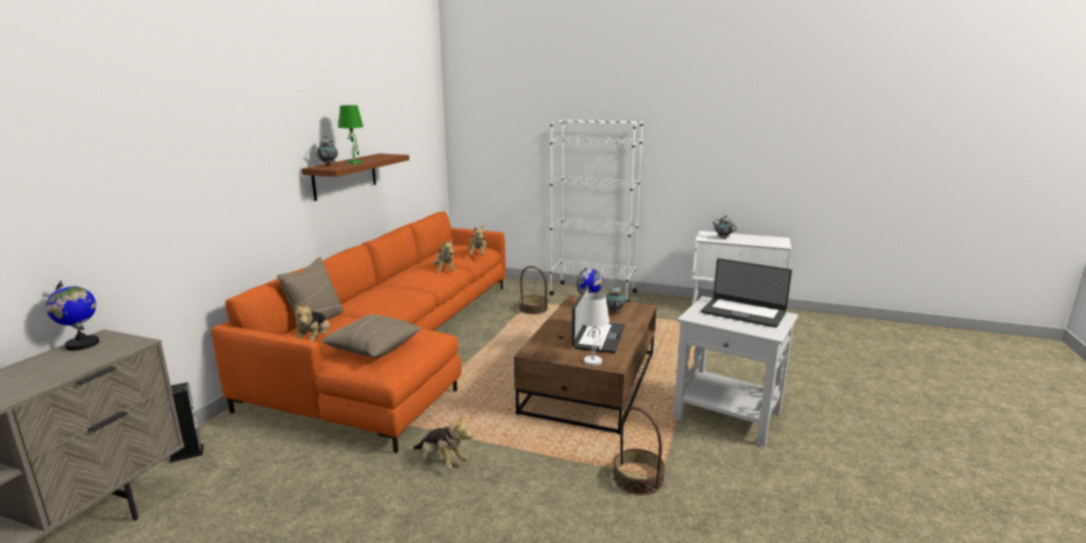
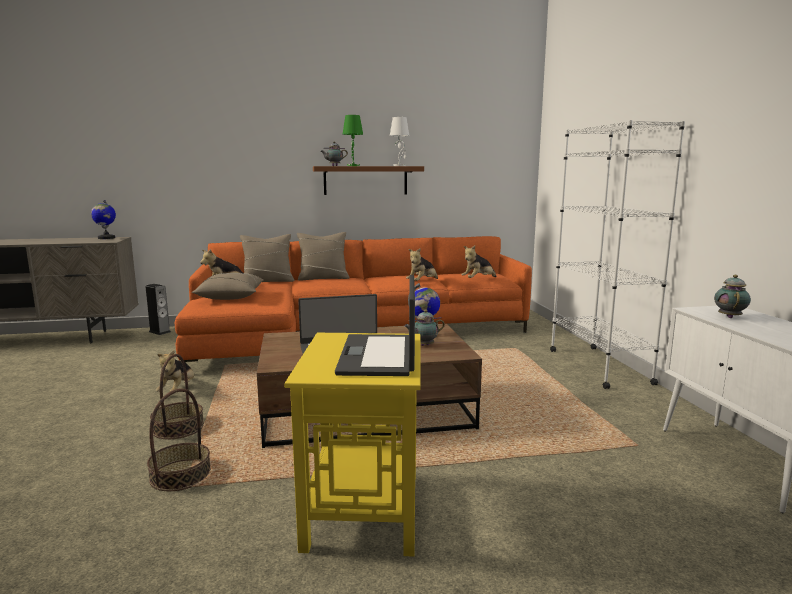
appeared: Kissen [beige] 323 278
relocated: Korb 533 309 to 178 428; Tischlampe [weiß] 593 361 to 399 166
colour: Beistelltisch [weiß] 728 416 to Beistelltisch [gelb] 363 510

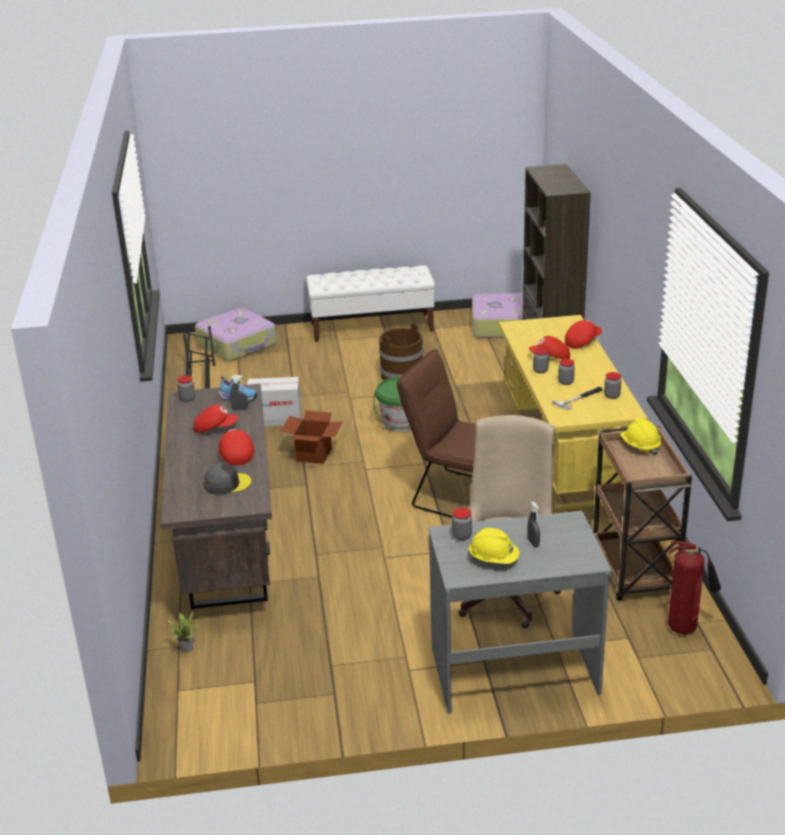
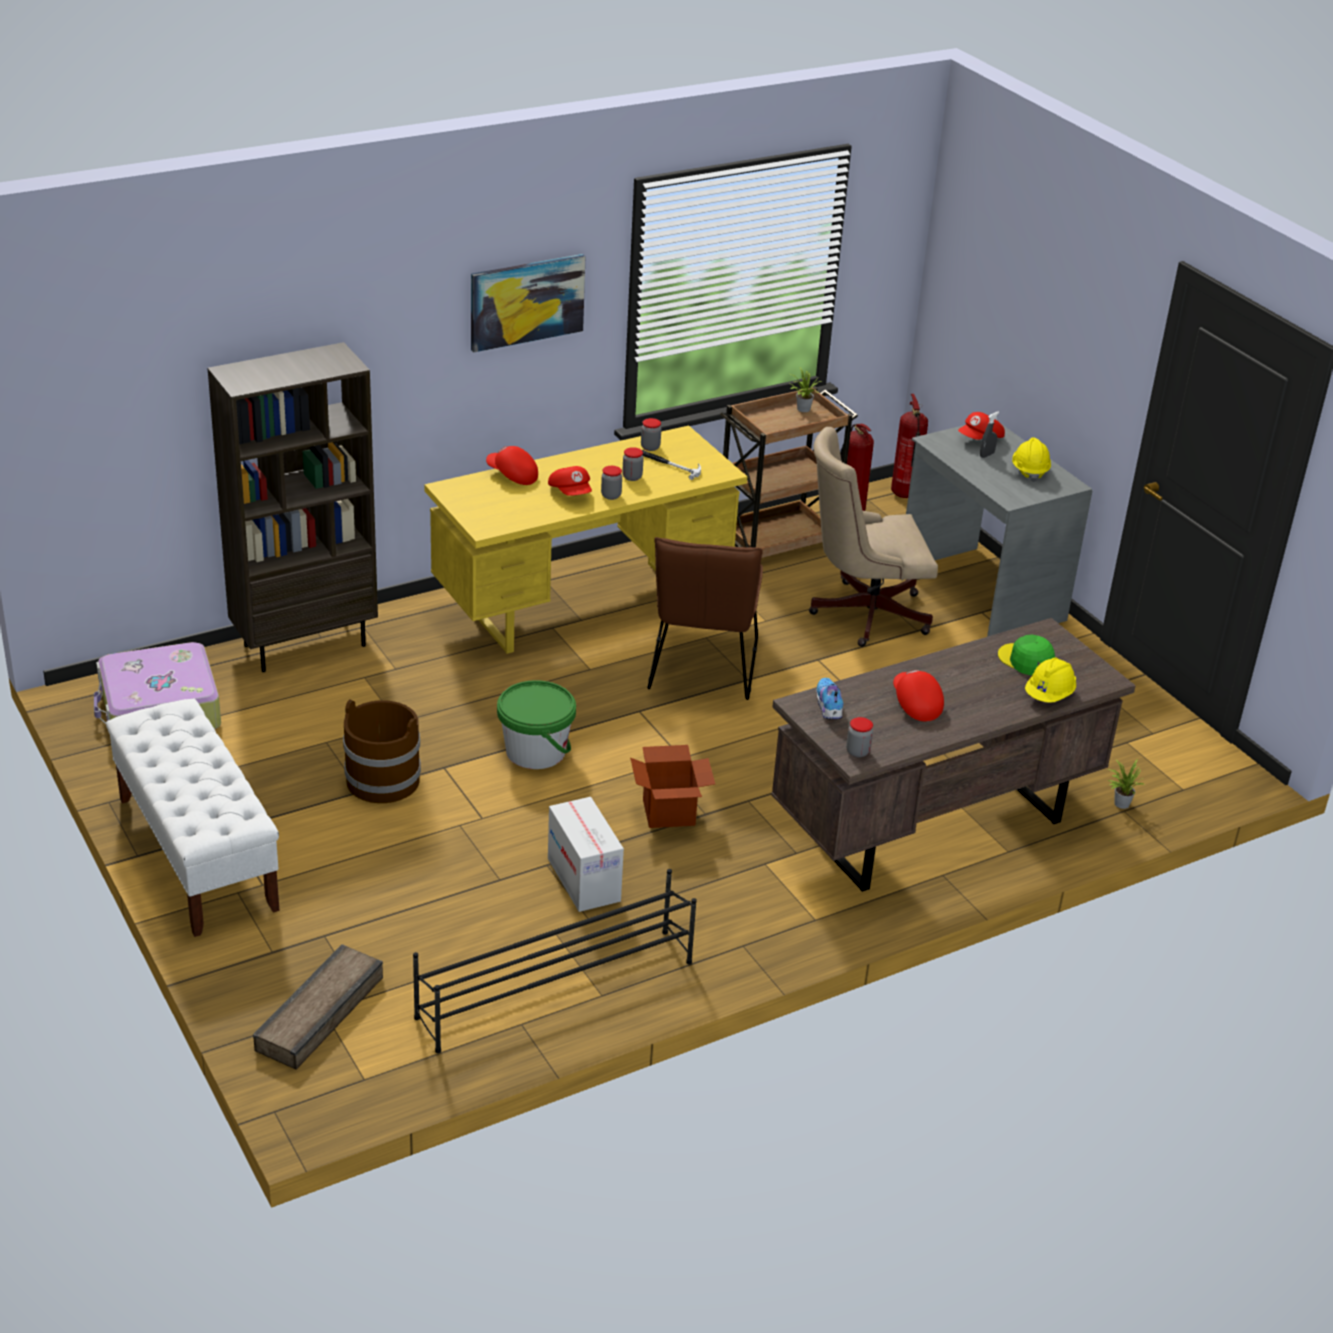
missing: Sprühflasche [grau] 240 409; Vorratsglas 462 536
appeared: Bild 526 301; Topfpflanze 802 409; Feuerlöscher 905 496
relocated: Kappe [rot] 235 454 to 980 439; Schutzhelm [gelb] 640 446 to 1049 695
exchanged: Koffer 237 344 to Kiste 318 1012
colour: Kappe [grau] 227 484 to Kappe [grün] 1026 660

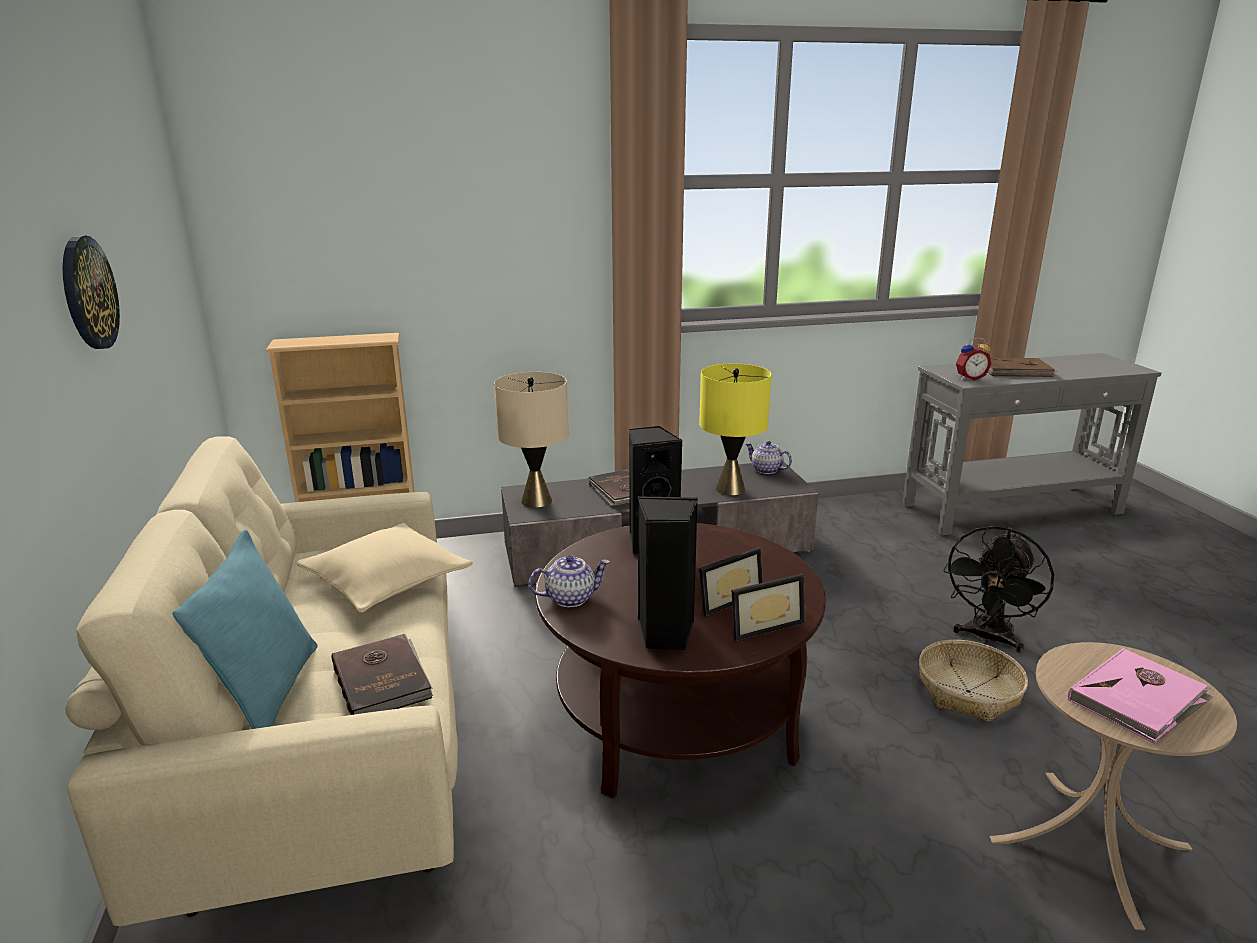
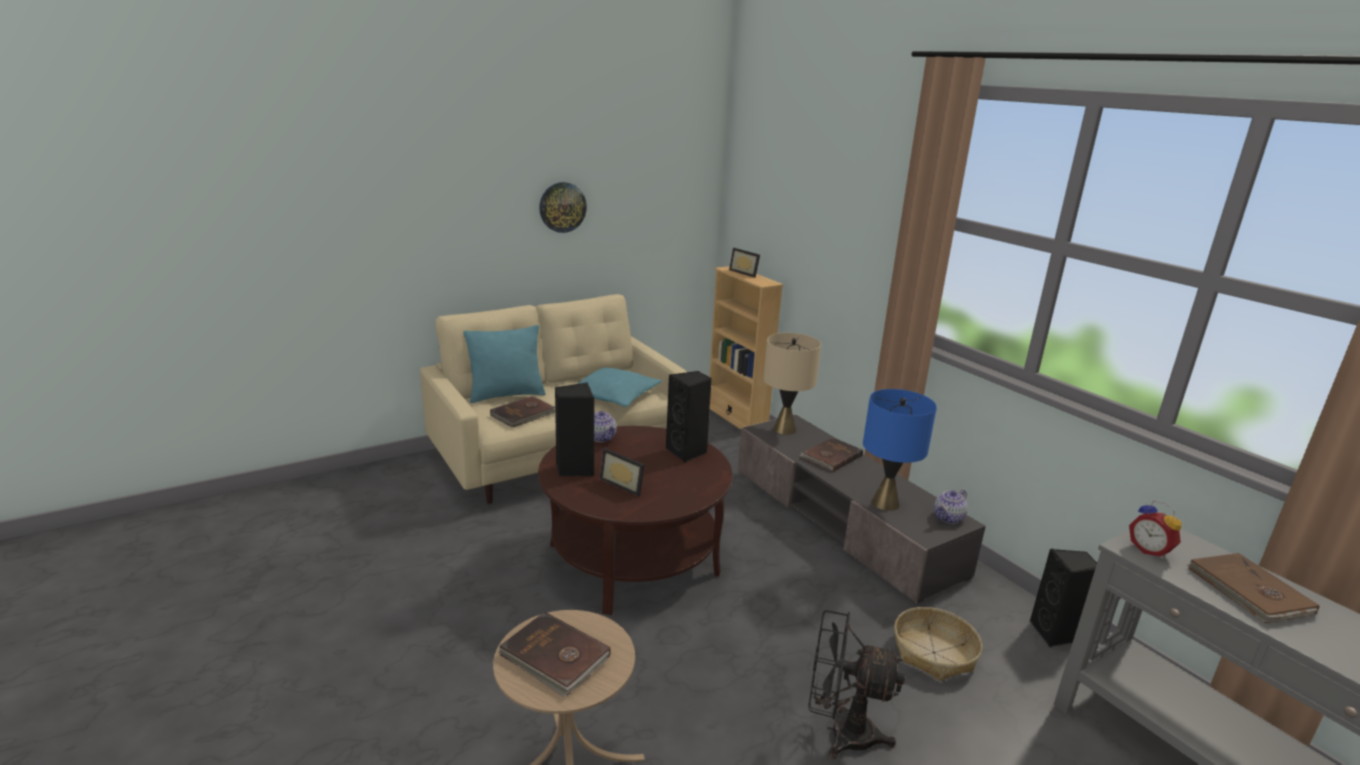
appeared: Lautsprecher [schwarz] 1055 634
relocated: Bilderrahmen 762 625 to 745 273; Korb 968 691 to 934 653
colour: Kissen [beige] 386 581 to Kissen [türkis] 614 396; Tischlampe [gelb] 730 489 to Tischlampe [blau] 885 503; Buch [rosa] 1138 699 to Buch [braun] 554 657
spun: Teekanne 766 470 = 948 518 150 degrees counterclockwise

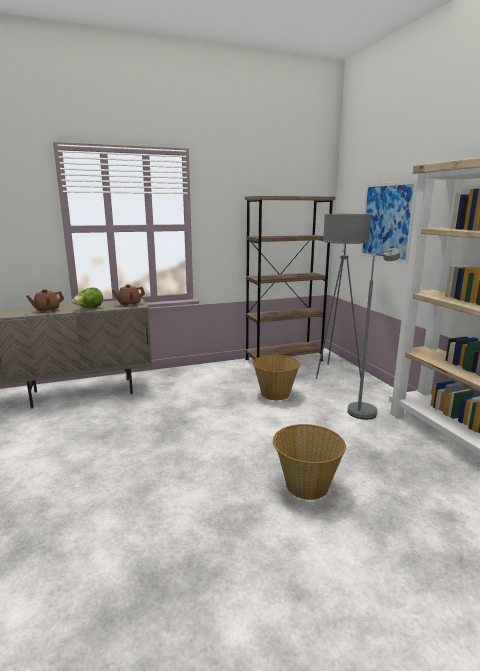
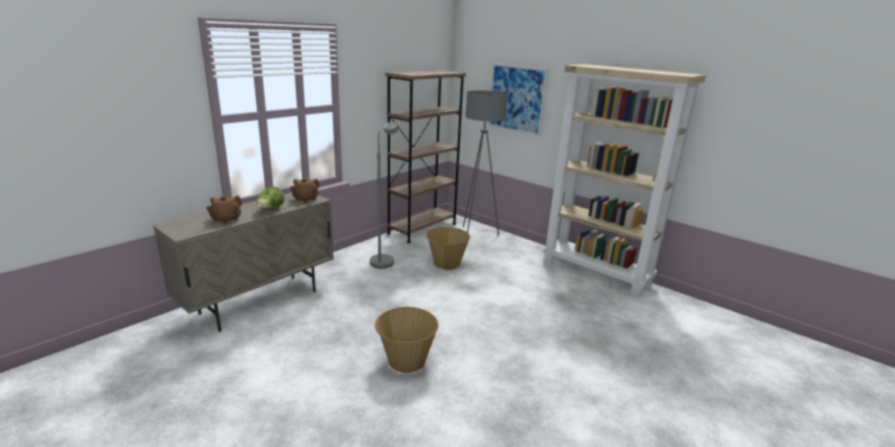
relocated: Korb 306 485 to 406 360; Stehlampe [grau] 365 409 to 384 259

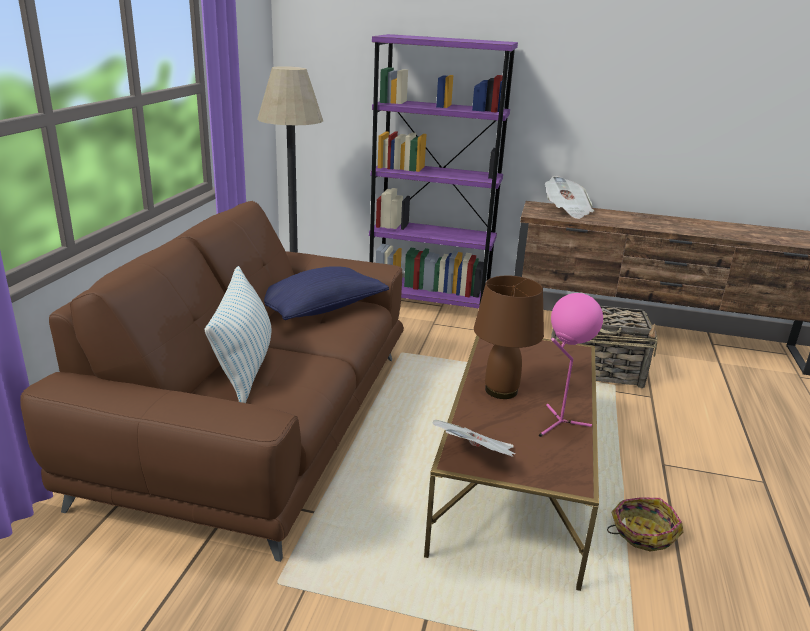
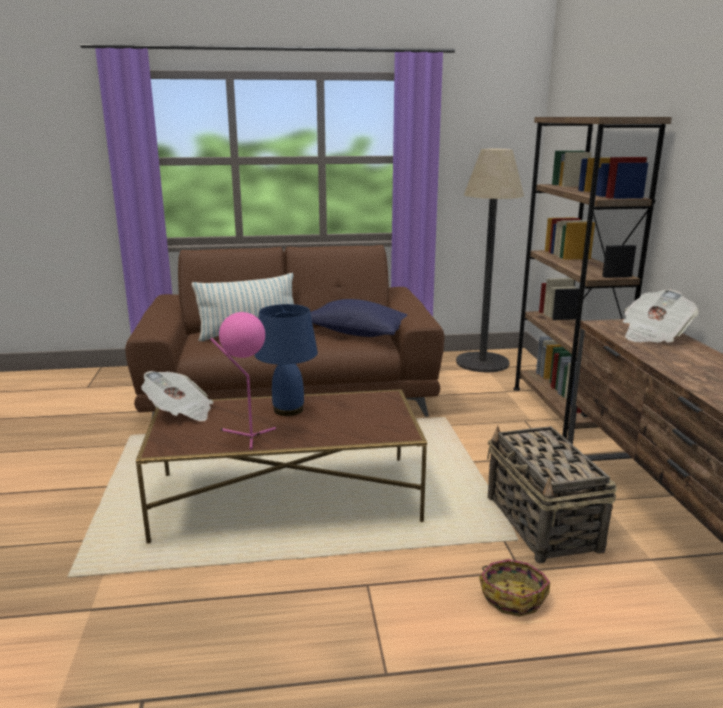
relocated: Korb 642 532 to 512 596
colour: Bücherregal [lila] 428 305 to Bücherregal [braun] 562 411; Tischlampe [braun] 501 390 to Tischlampe [blau] 289 410

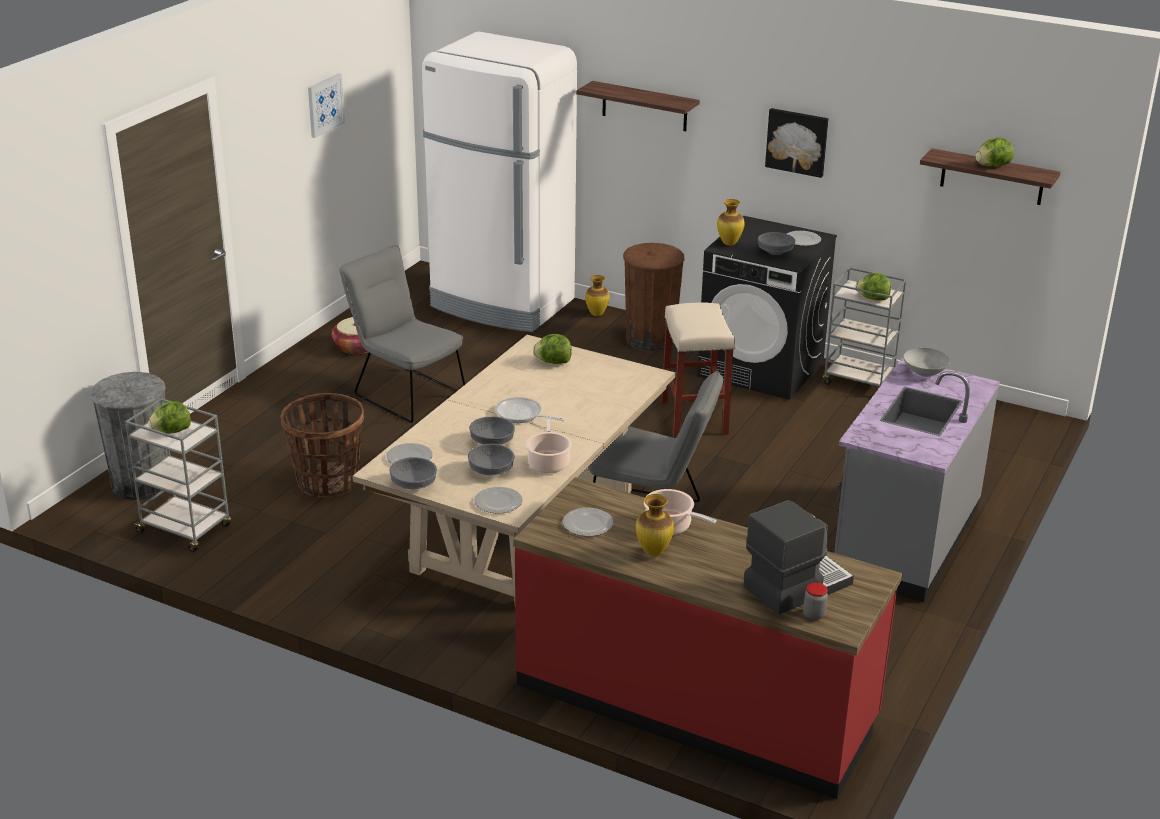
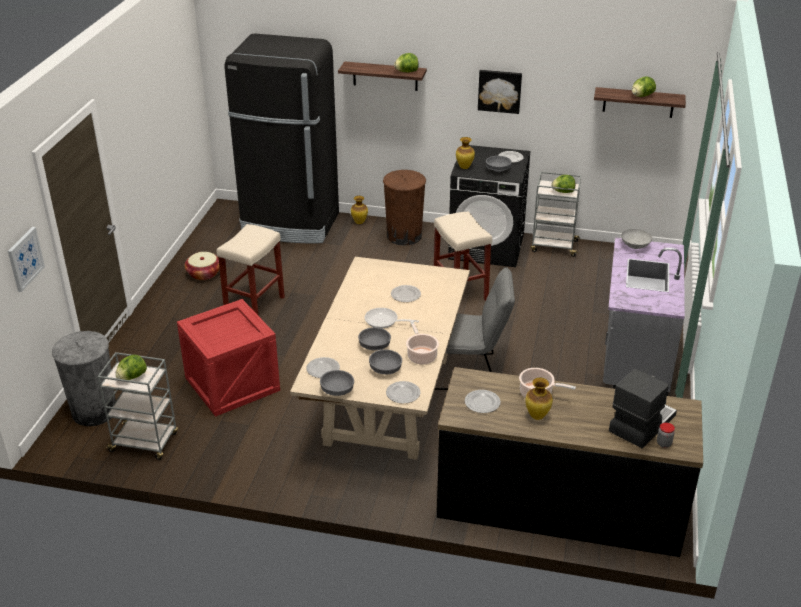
appeared: Teller 406 295
relocated: Bild 325 105 to 25 259; Salatkopf 553 362 to 406 72
exchanged: Korb 327 482 to Kiste 232 385; Stuhl [grau] 405 393 to Hocker [beige] 255 304
colour: Kühlschrank [weiß] 502 304 to Kühlschrank [schwarz] 291 224; Küchenzeile [rot] 696 703 to Küchenzeile [schwarz] 559 505

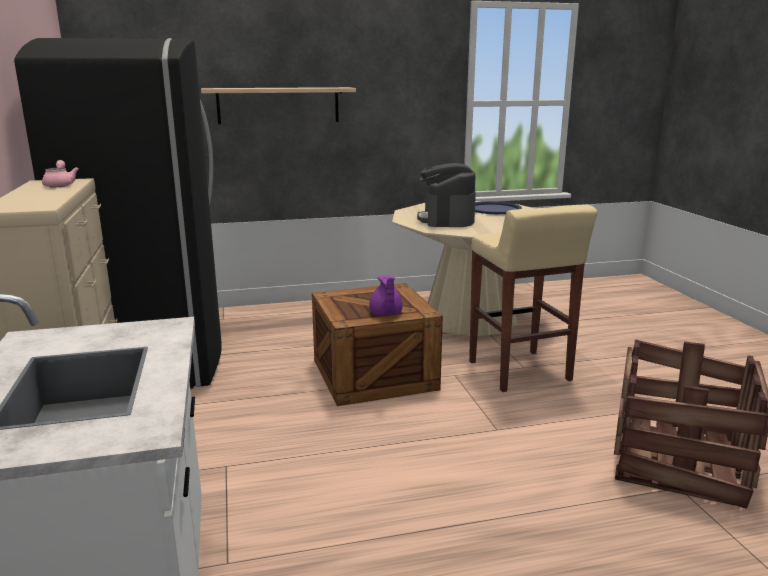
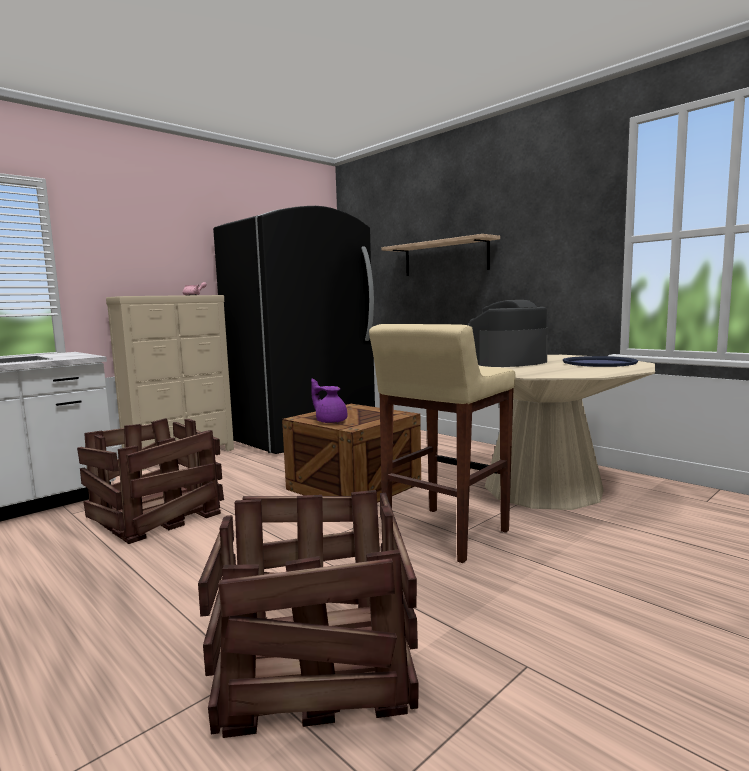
appeared: Kiste 157 514
spun: Teekanne [lila] 385 314 = 330 421 75 degrees clockwise

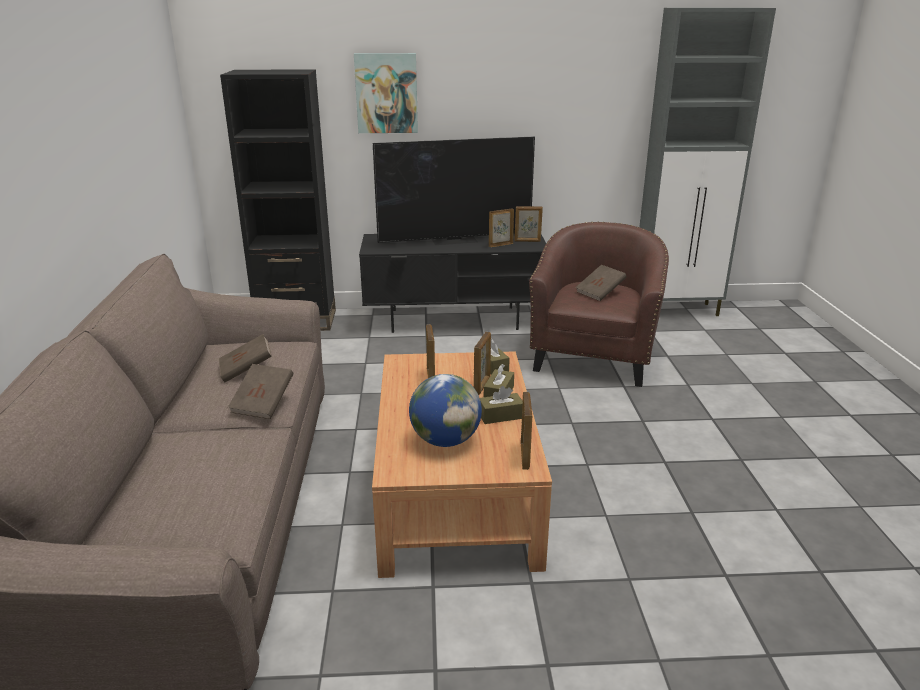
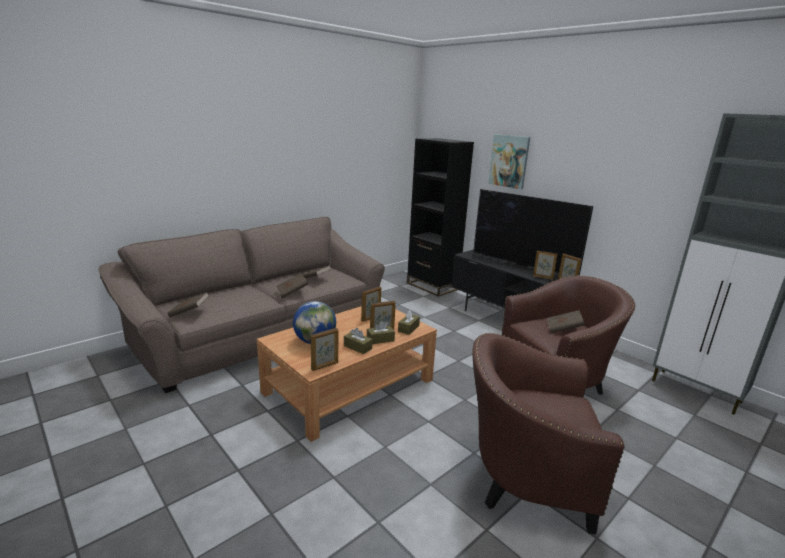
appeared: Buch [braun] 189 312; Sessel [braun] 524 477

